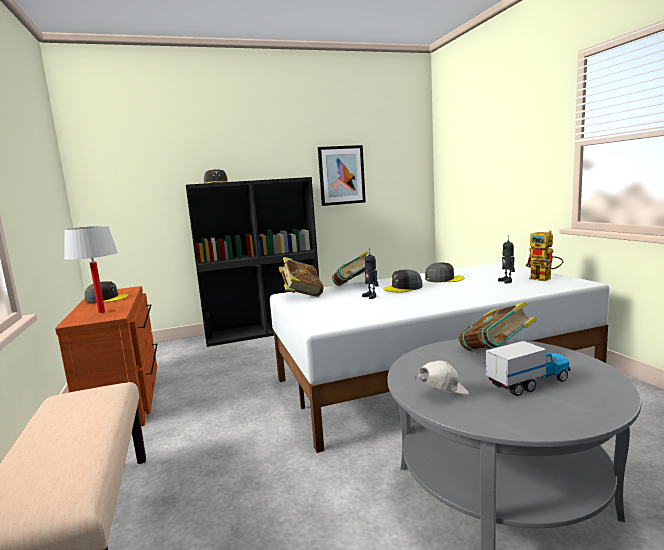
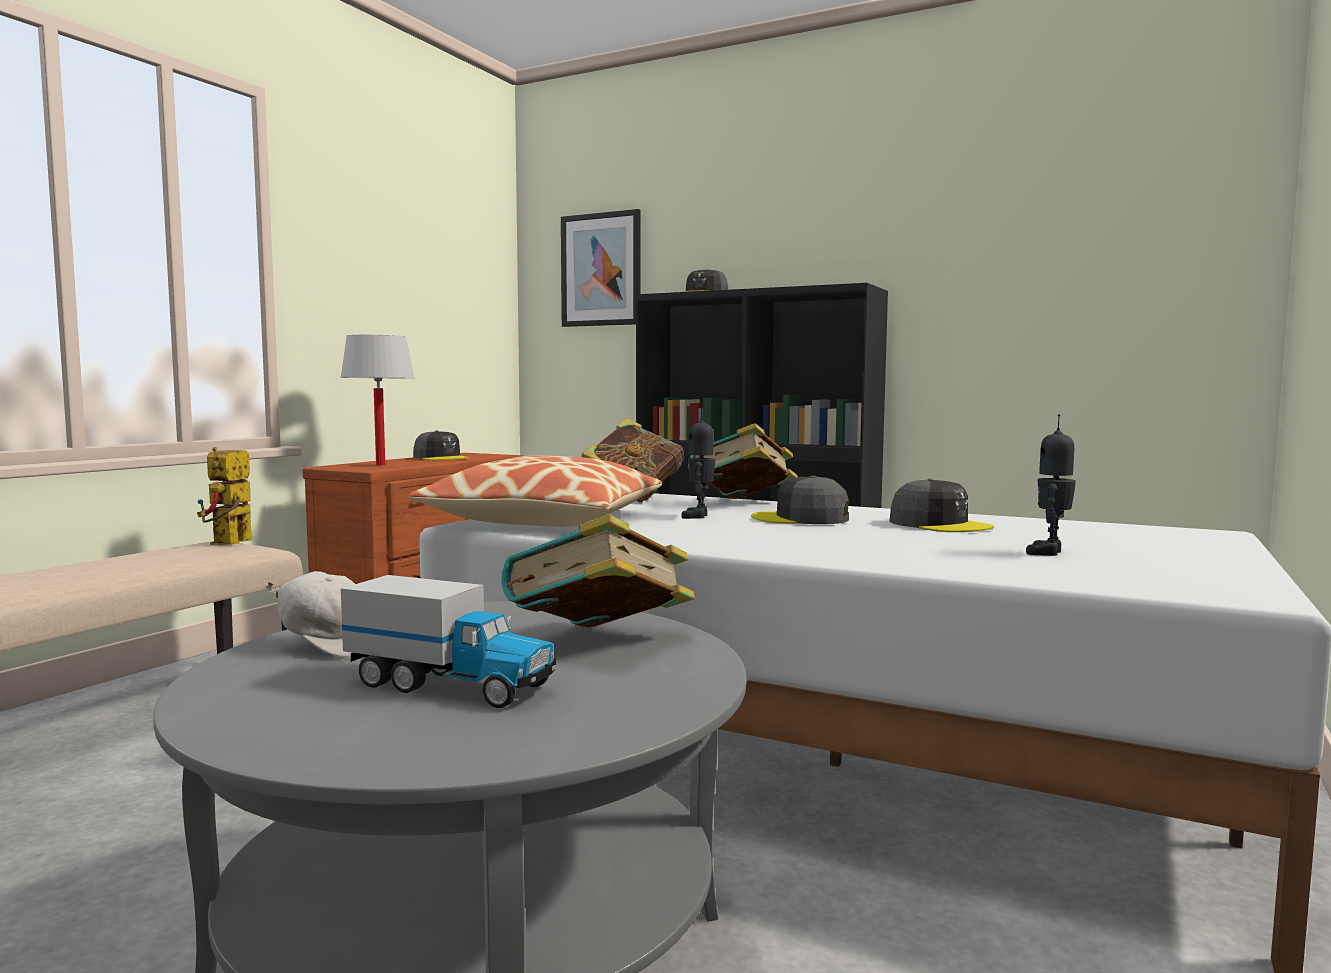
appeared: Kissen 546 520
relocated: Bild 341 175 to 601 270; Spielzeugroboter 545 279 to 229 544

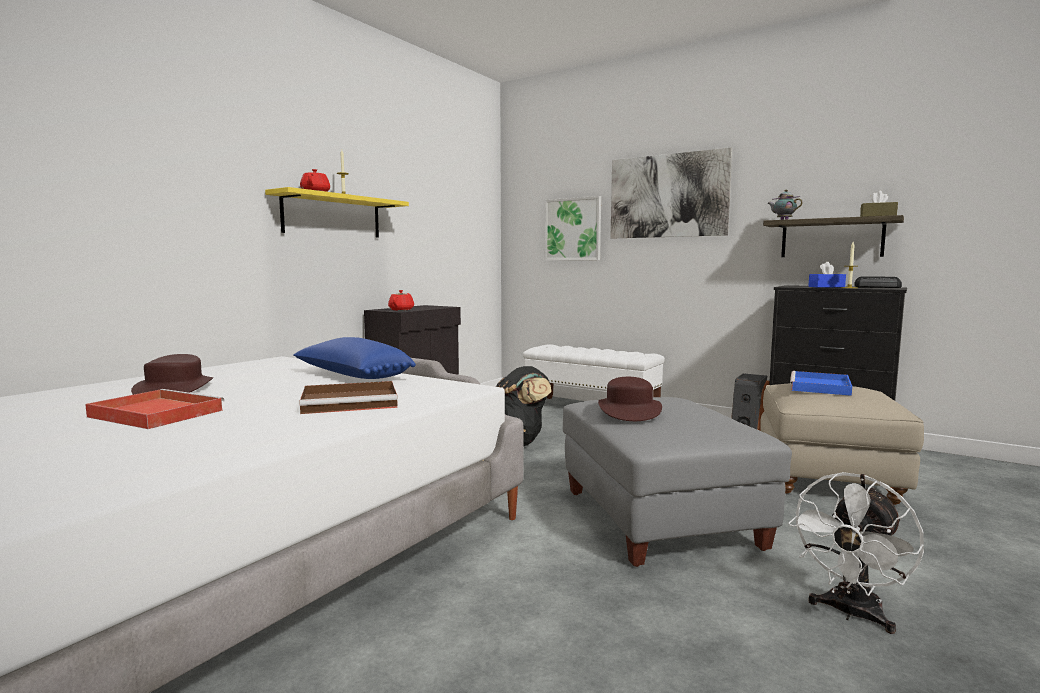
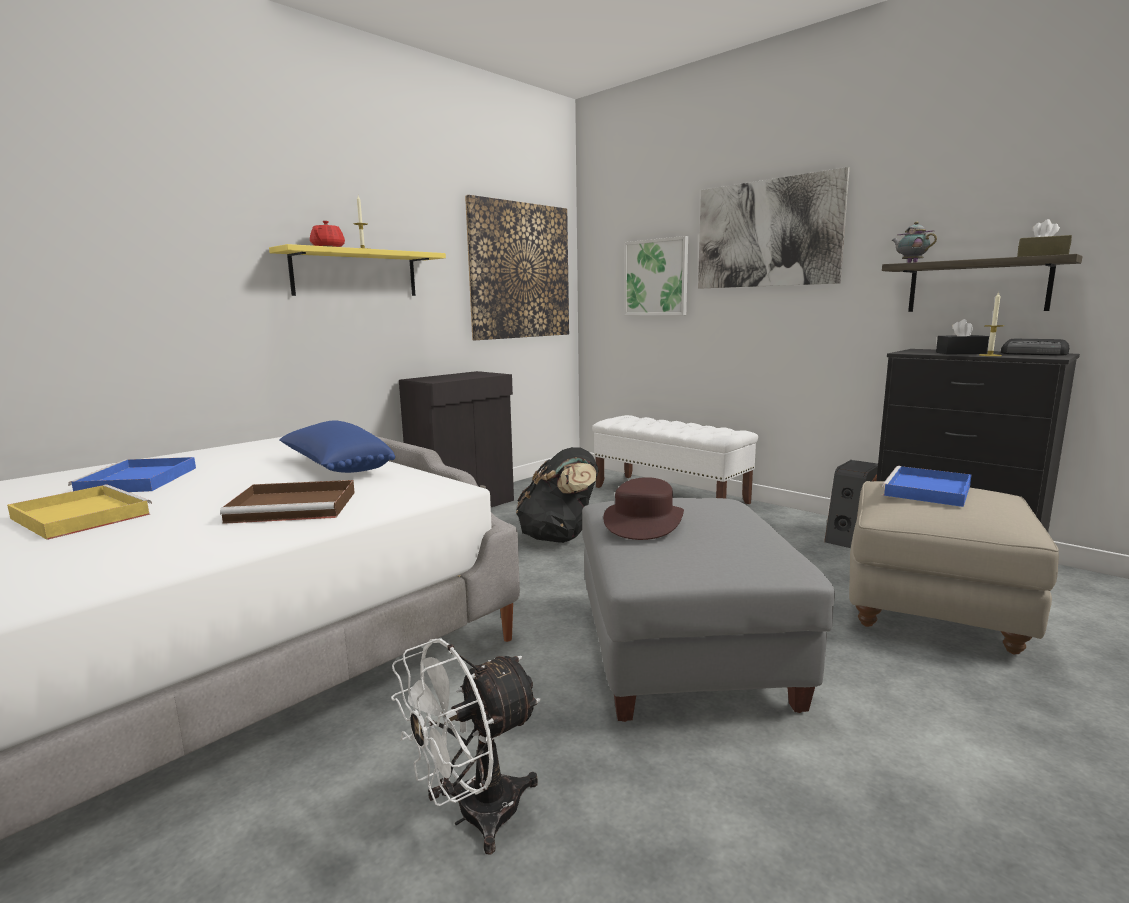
missing: Teekanne [rot] 401 310
appeared: Bild 520 271
relocated: Ventilator [weiß] 851 614 to 473 816
exchanged: Hut [braun] 175 389 to Tablett [blau] 138 481
colour: Tablett [rot] 154 413 to Tablett [gelb] 79 516; Taschentuchbox [blau] 826 287 to Taschentuchbox [schwarz] 960 353

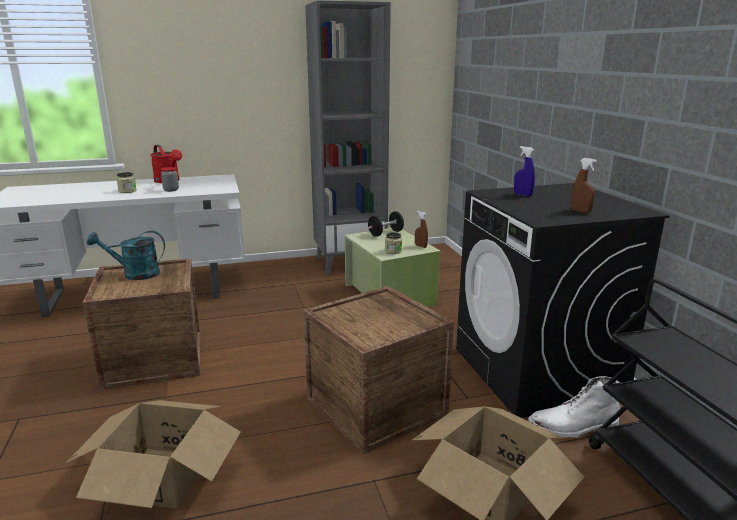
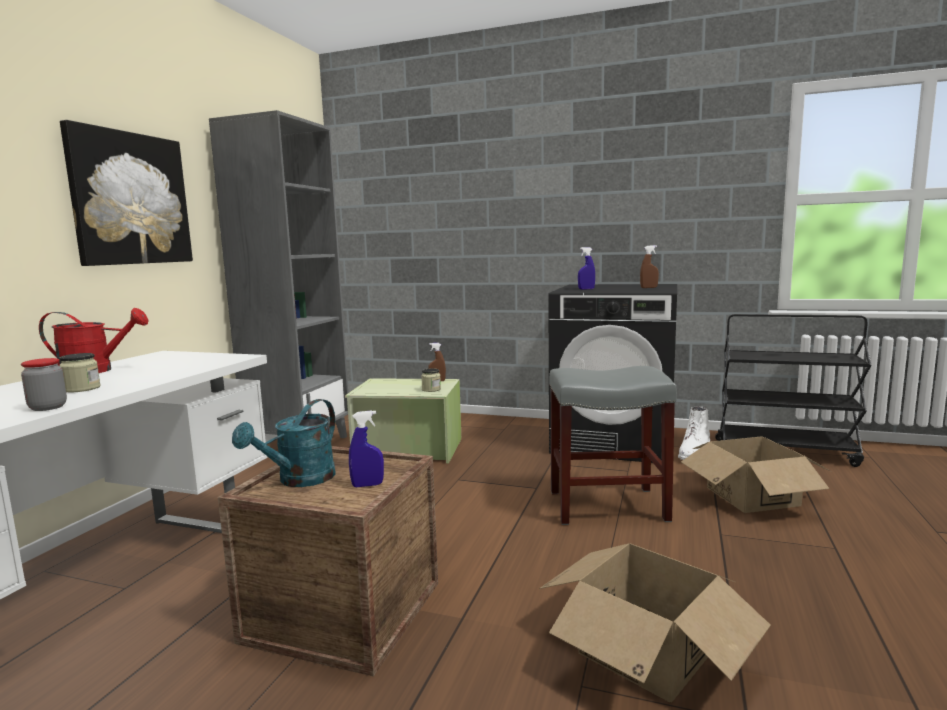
missing: Hantel [schwarz] 385 233
appeared: Bild 130 199; Sprühflasche [blau] 367 485
relocated: Vorratsglas 171 190 to 48 407
exchanged: Kiste 376 406 to Hocker [grau] 608 505

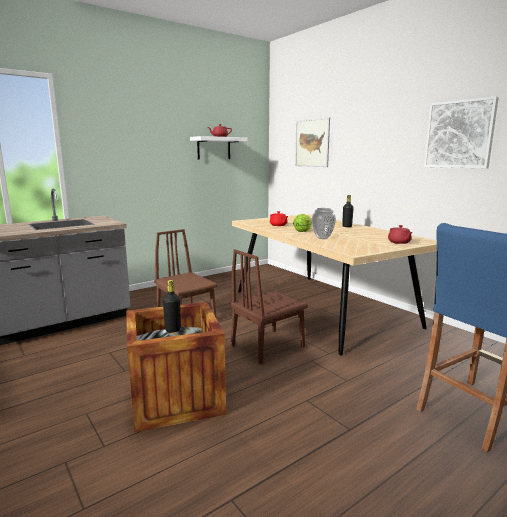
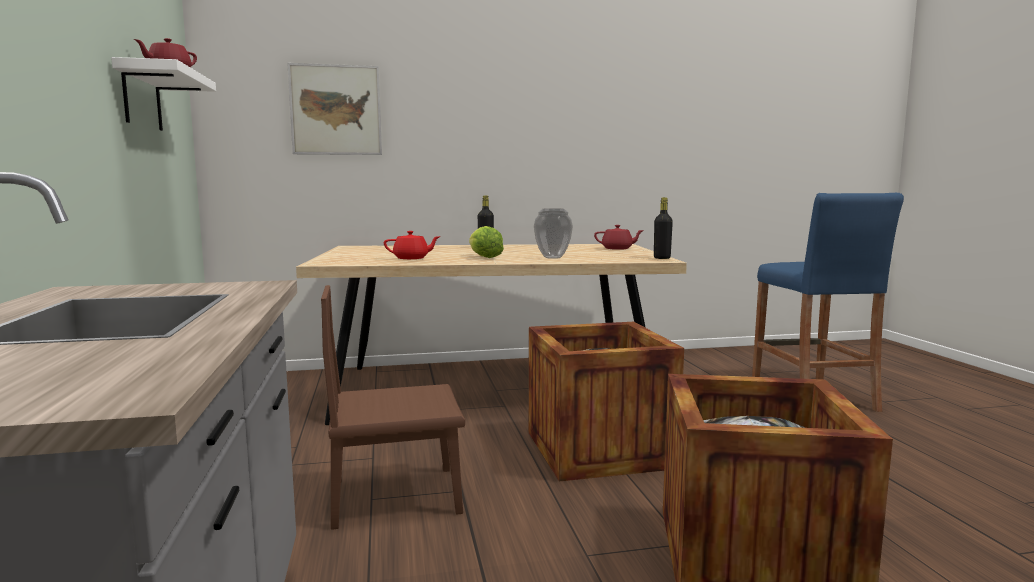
missing: Bild 459 134
relocated: Flasche [schwarz] 173 330 to 662 258
exchanged: Stuhl [braun] 267 346 to Kiste 598 449

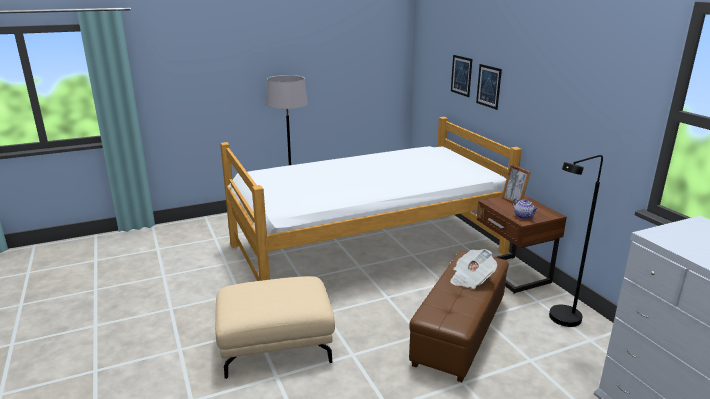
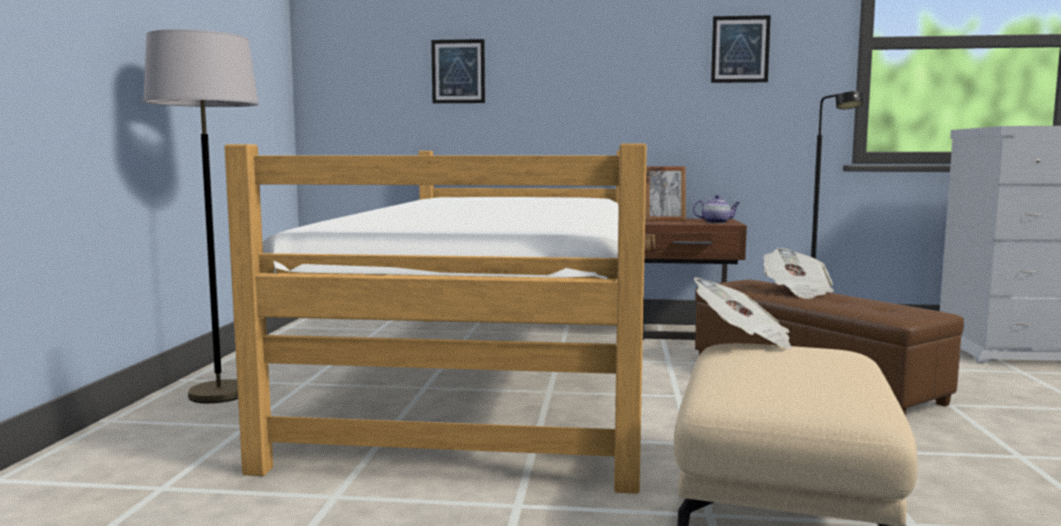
appeared: Zeitung 744 340
relocated: Bild 488 86 to 740 49

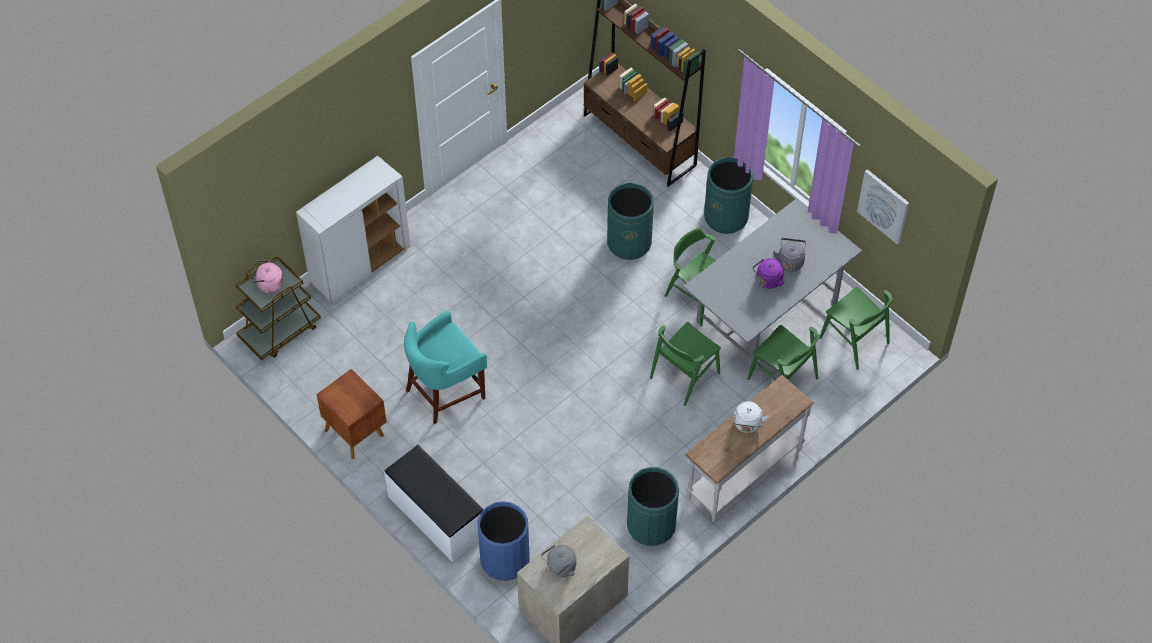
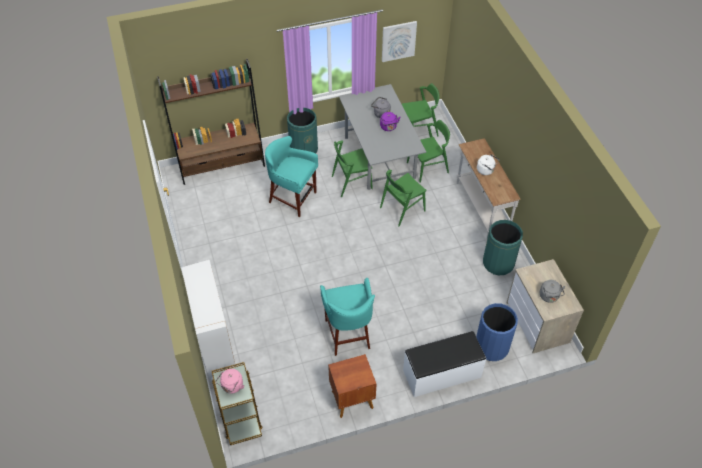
exchanged: Mülleimer [grün] 629 242 to Hocker [türkis] 292 198
spun: Stuhl [grün] 684 375 = 402 209 75 degrees clockwise

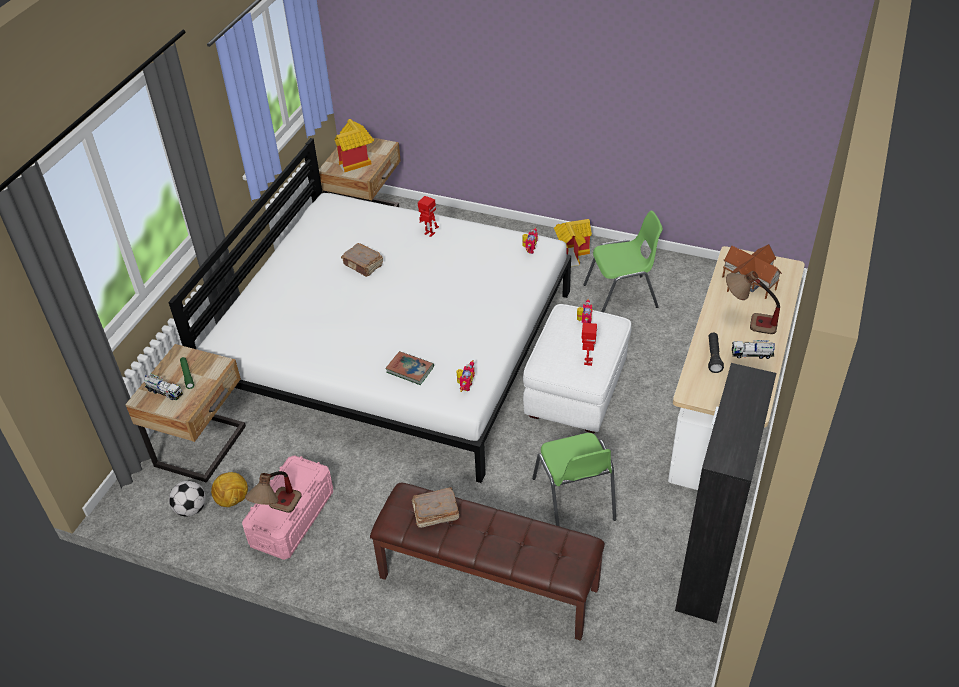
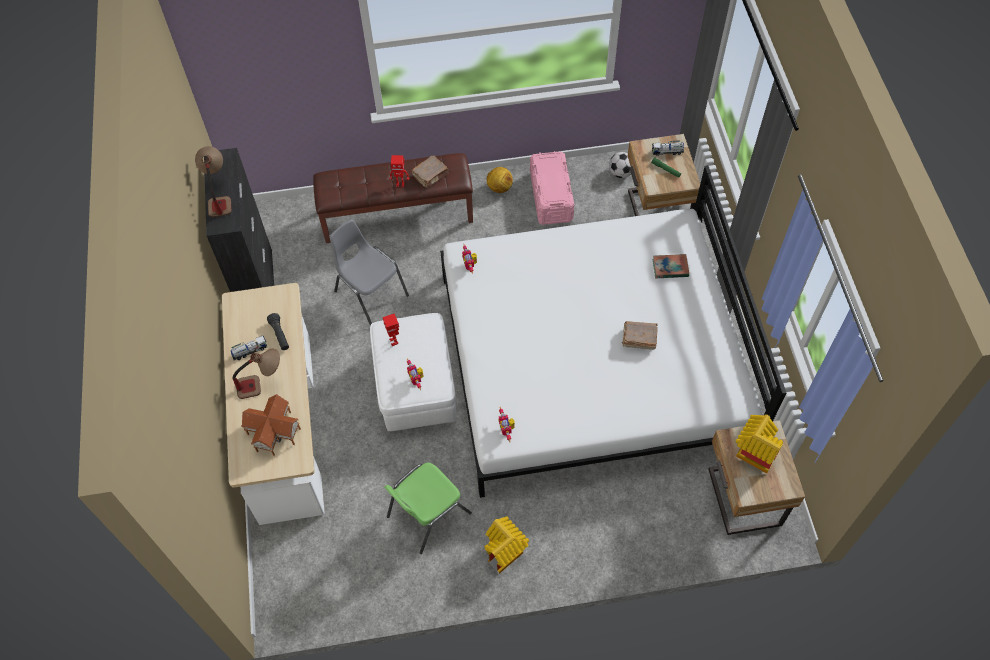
relocated: Fußball 233 500 to 499 188; Tischlampe 278 513 to 219 196; Buch 410 370 to 670 268; Spielzeugroboter 429 234 to 400 184
colour: Stuhl [grün] 574 500 to Stuhl [grau] 370 293

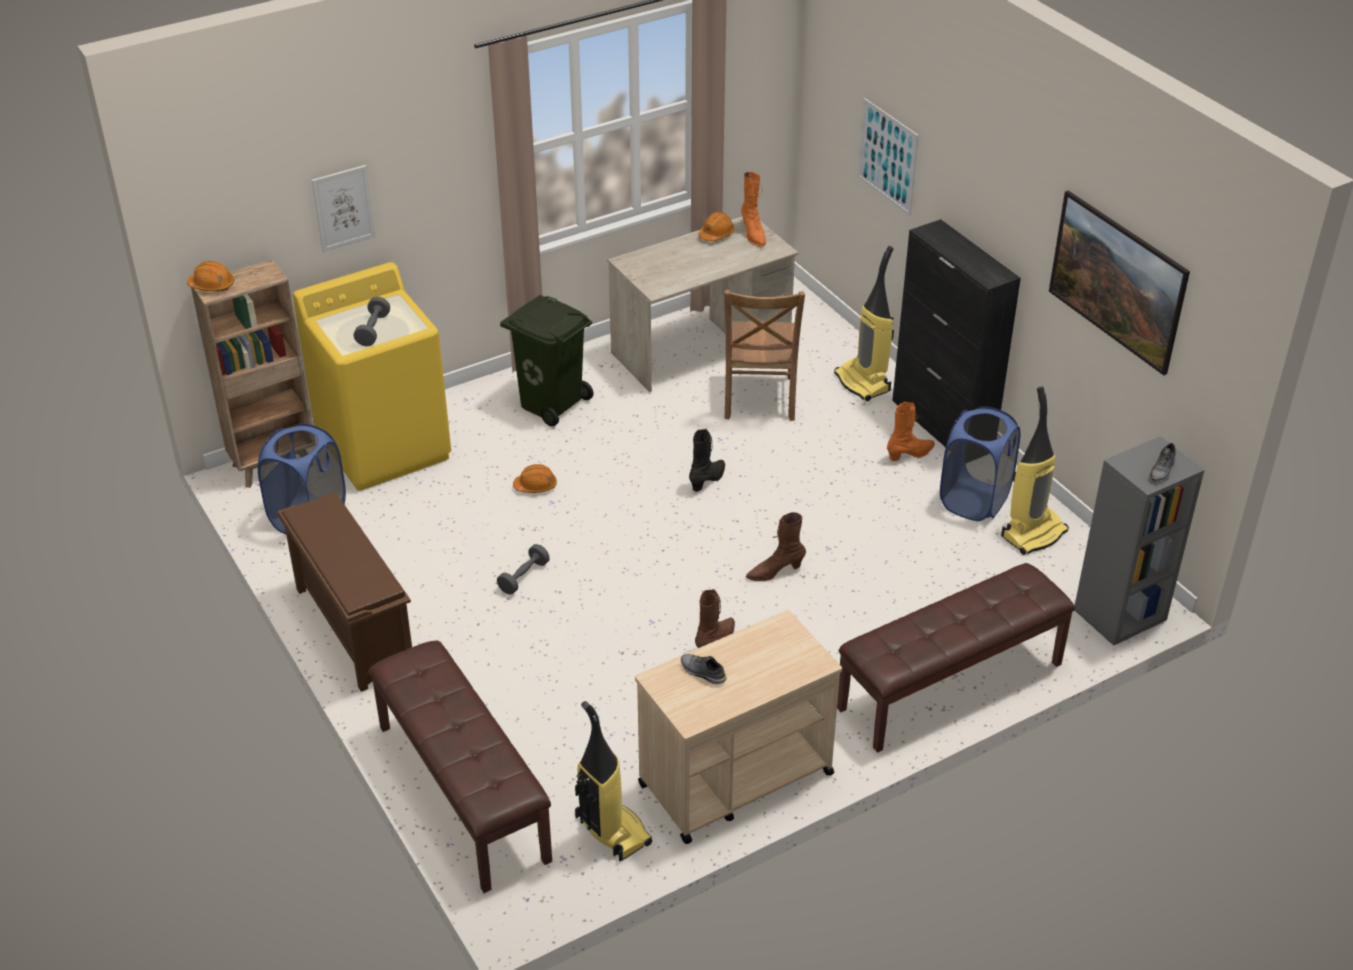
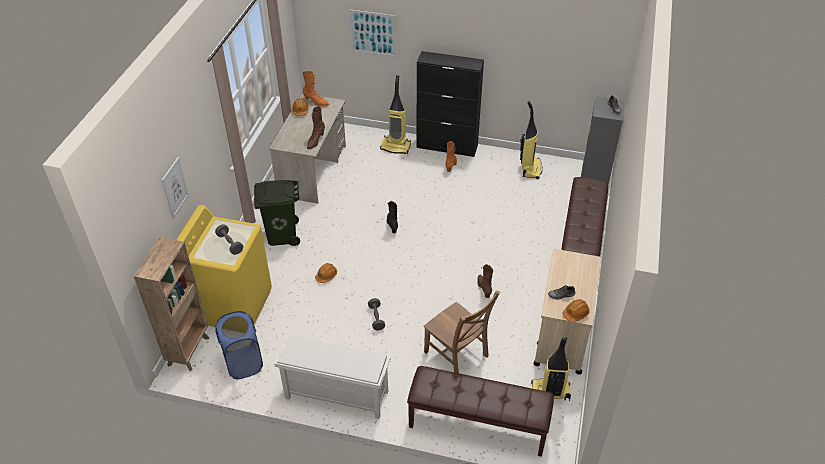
missing: Wäschekorb [blau] 974 501; Bild 1112 306
relocated: Schutzhelm [orange] 212 285 to 575 313; Stuhl [braun] 759 400 to 457 356; Stiefel [braun] 775 572 to 315 141
colour: Schuhregal [braun] 352 628 to Schuhregal [weiß] 335 395

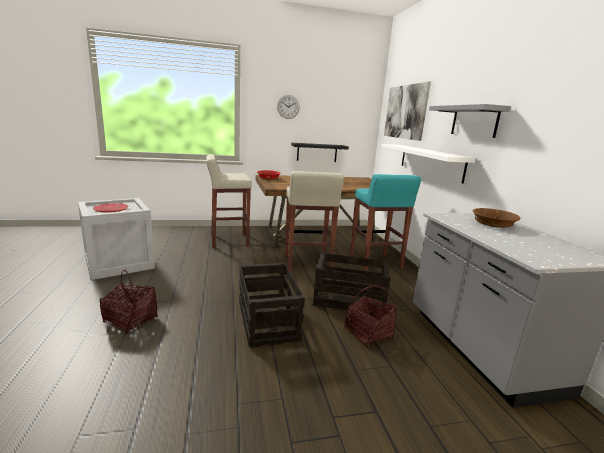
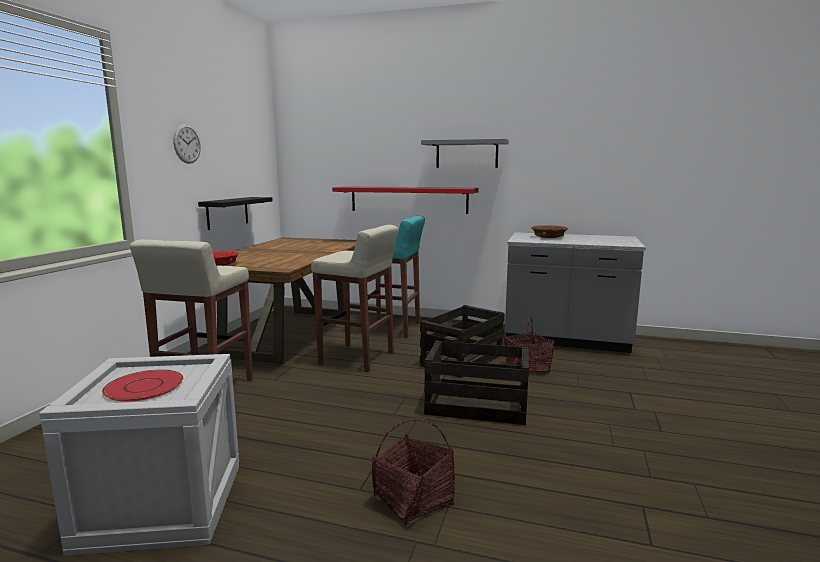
missing: Bild 405 112
colour: Wandregal [weiß] 430 161 to Wandregal [rot] 408 199

